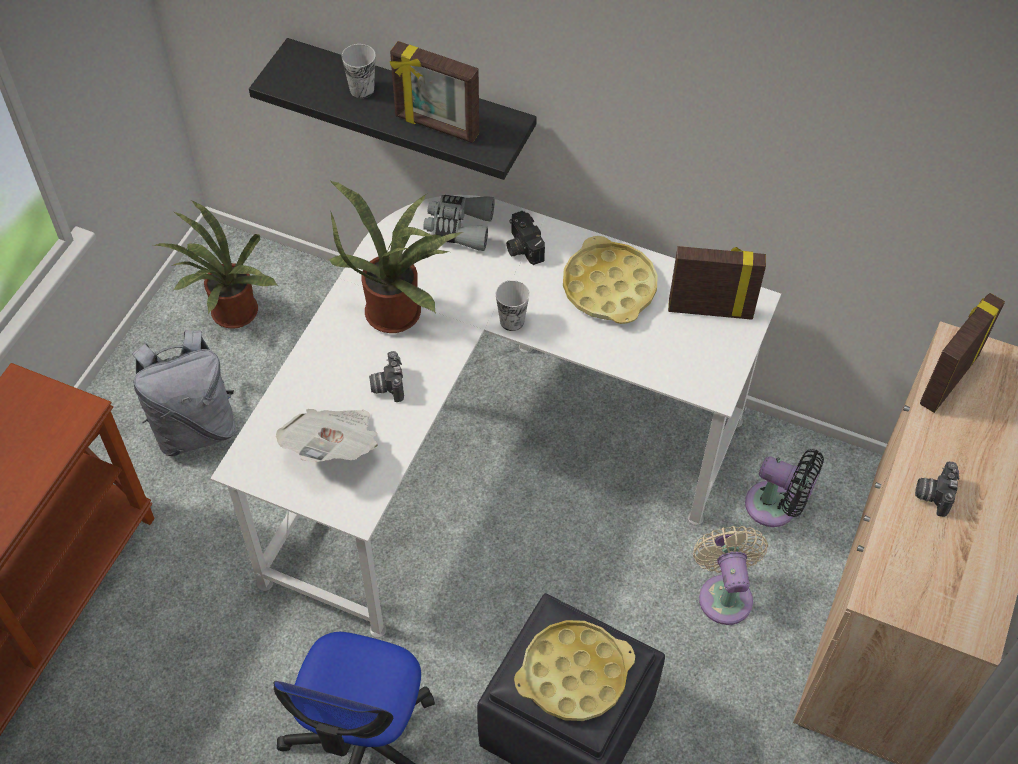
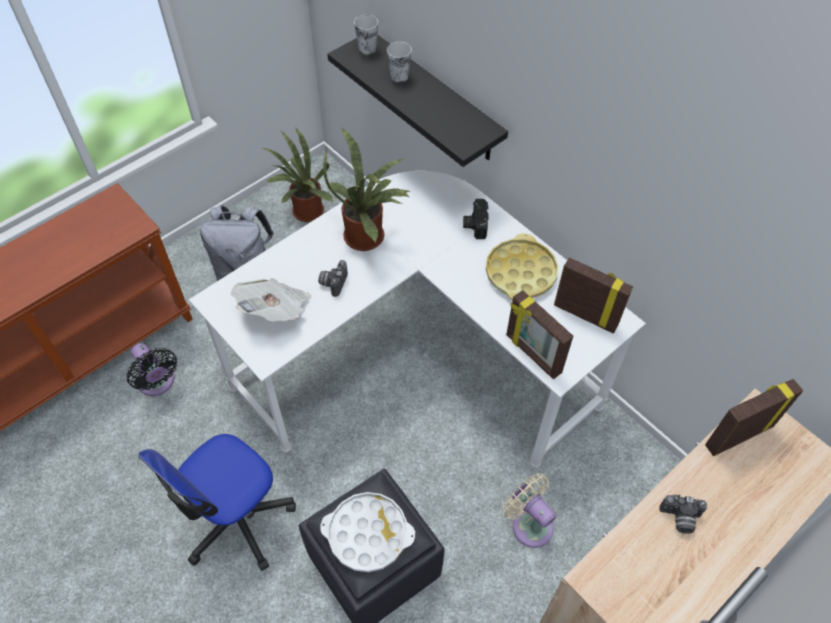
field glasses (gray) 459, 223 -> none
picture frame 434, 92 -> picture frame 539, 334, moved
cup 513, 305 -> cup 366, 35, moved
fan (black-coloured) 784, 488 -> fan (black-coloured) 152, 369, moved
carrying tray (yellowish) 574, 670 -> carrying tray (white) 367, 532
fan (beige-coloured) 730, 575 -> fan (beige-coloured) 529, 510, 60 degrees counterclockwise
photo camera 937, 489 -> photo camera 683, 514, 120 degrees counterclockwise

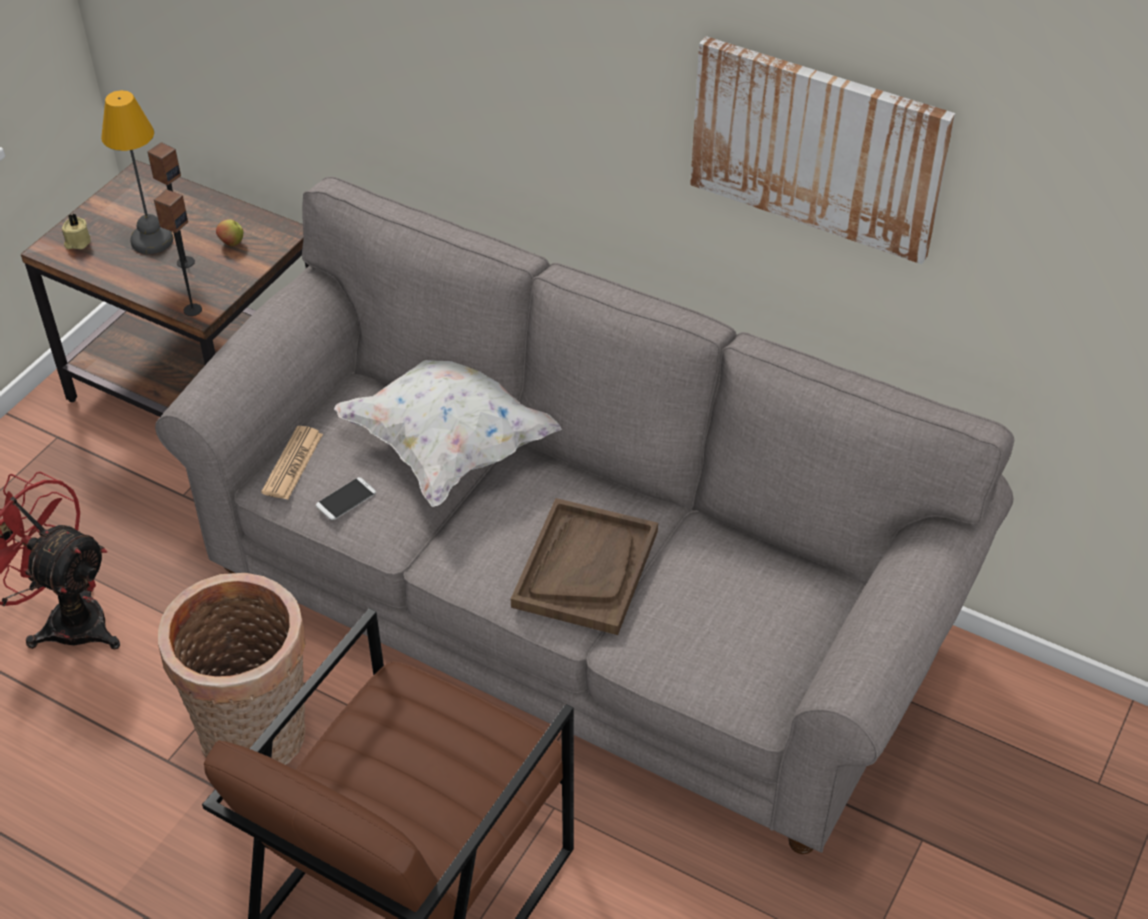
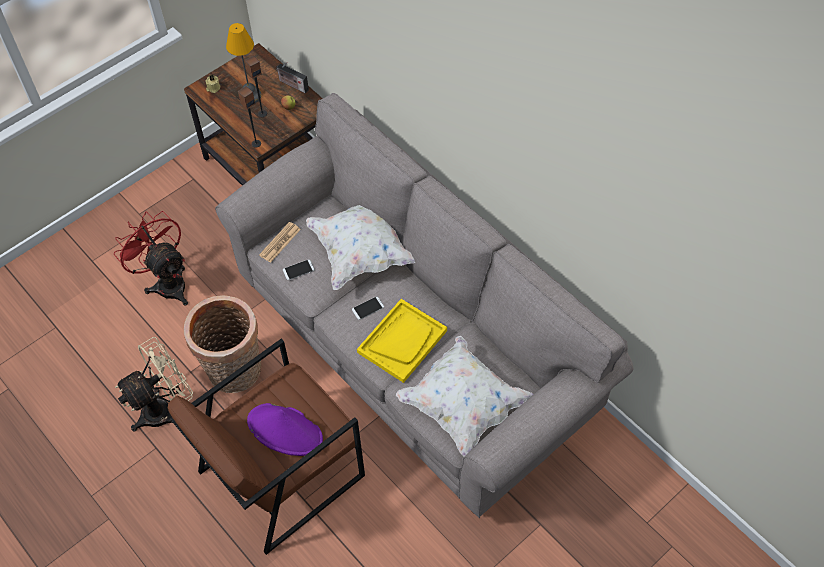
wall picture 822, 150 -> none
none -> fan (beige-coloured) 154, 384
none -> hat (purple) 285, 429
none -> radio receiver 292, 77
none -> handset 368, 308
none -> cushion (white) 465, 396
carrying tray (brown-coloured) 584, 566 -> carrying tray (yellowish) 402, 341

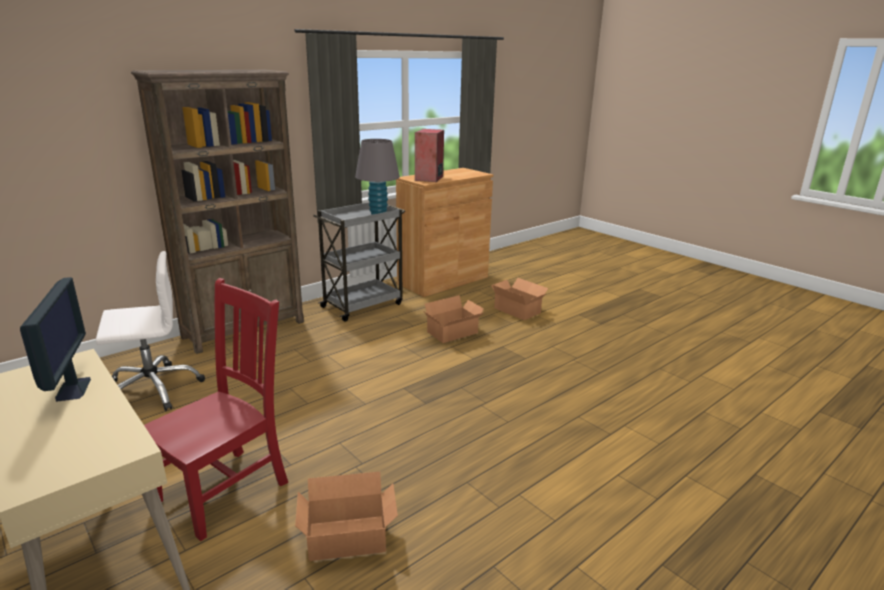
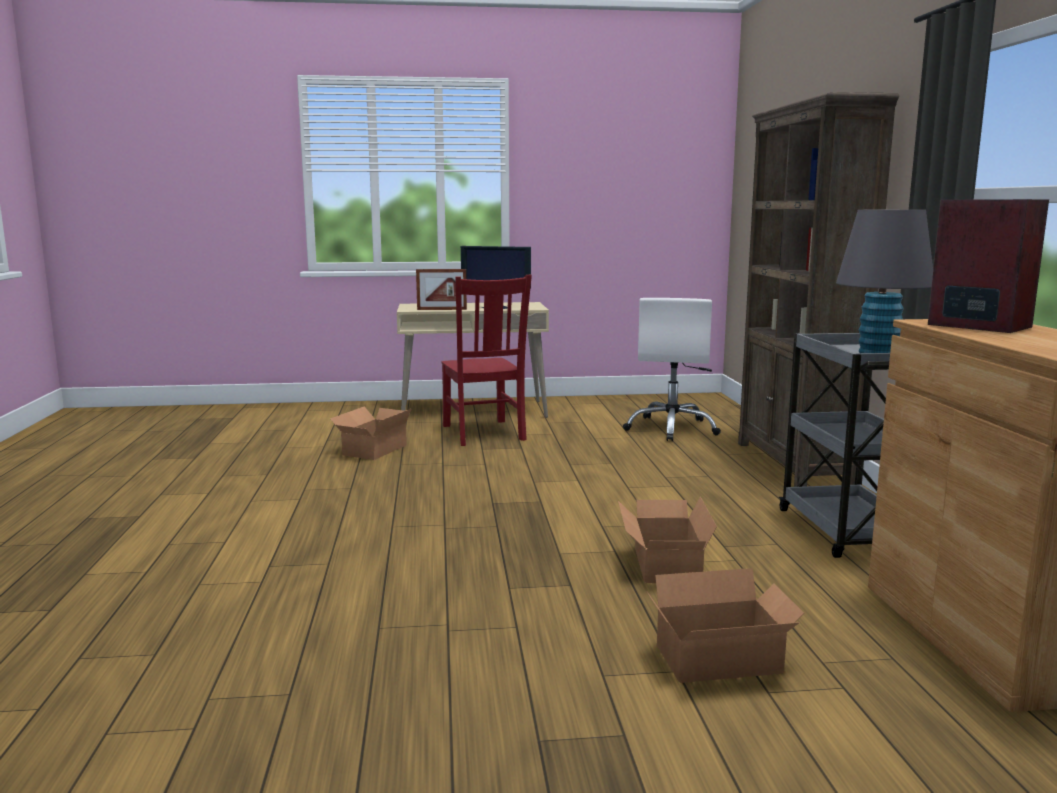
none -> picture frame 441, 289

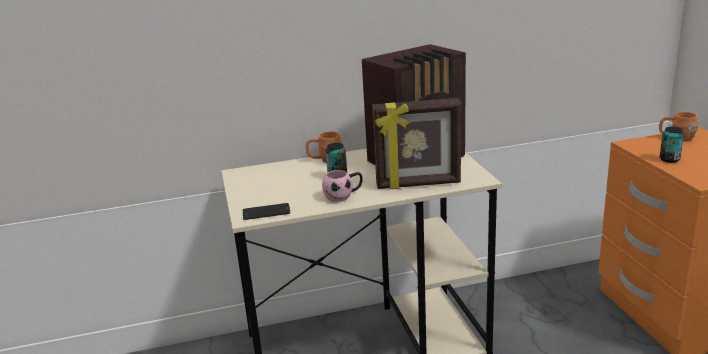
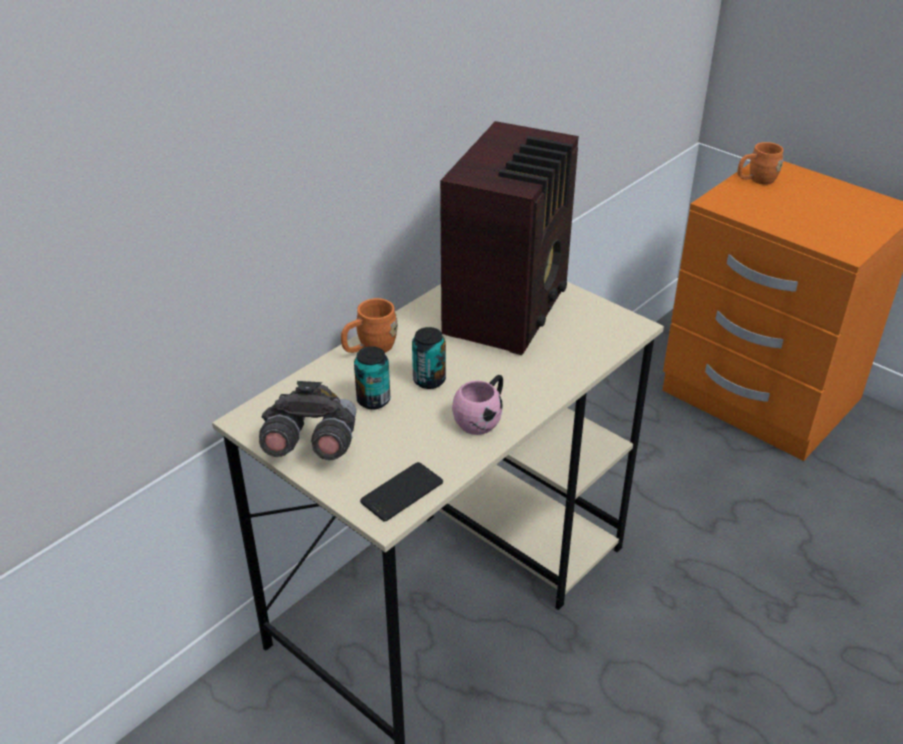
picture frame 416, 143 -> none
none -> field glasses (gray) 307, 421
can 672, 144 -> can 372, 377, moved

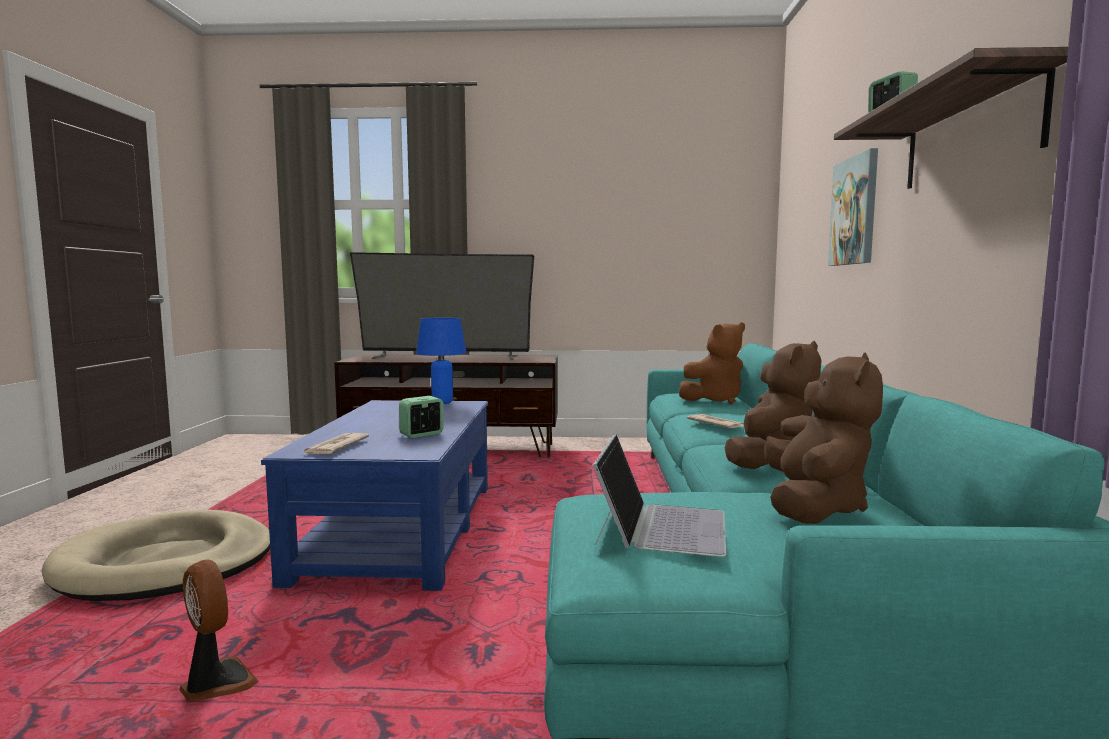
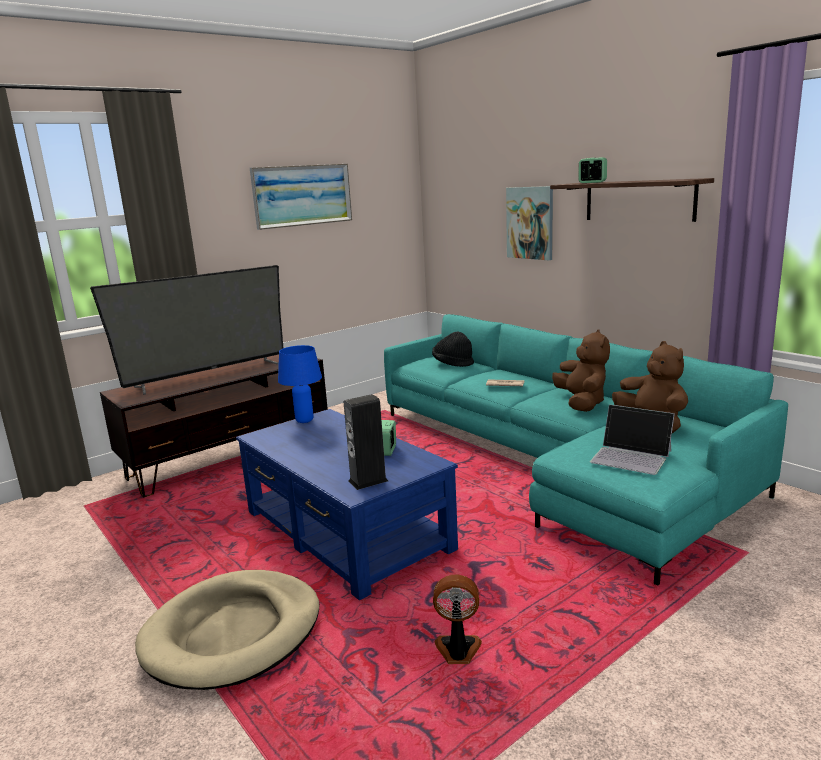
none -> wall picture 301, 197
daily paper 336, 444 -> audio speaker 366, 442
soft toy (brown-coloured) 712, 363 -> hat (black-coloured) 453, 349
laptop 660, 495 -> laptop 632, 439, 150 degrees clockwise

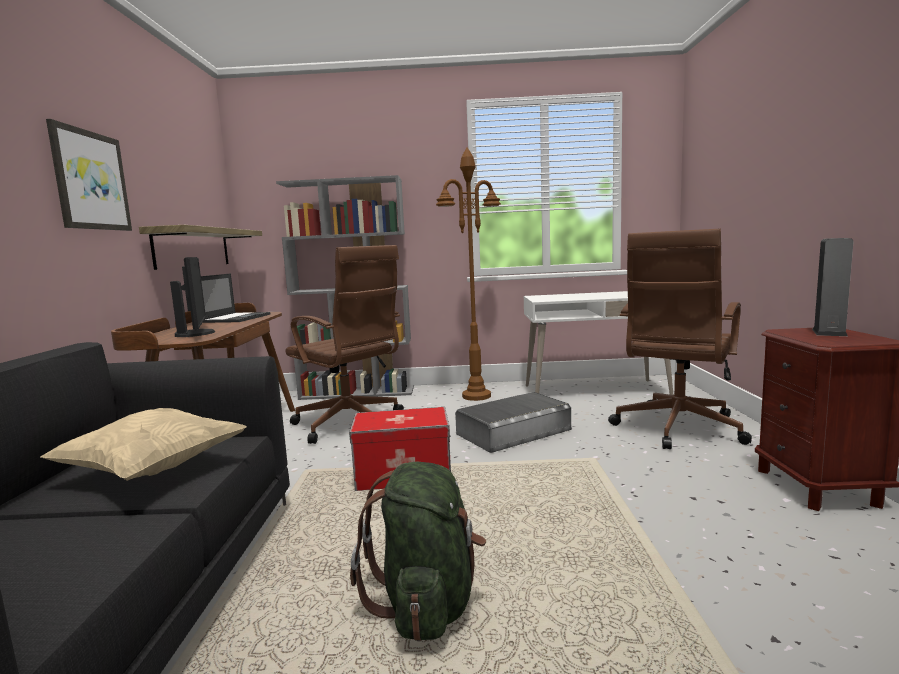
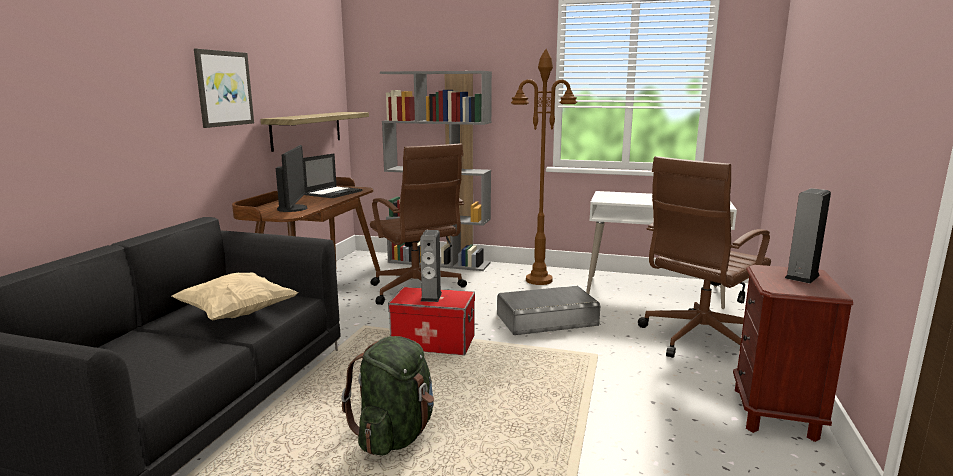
none -> audio speaker 431, 266

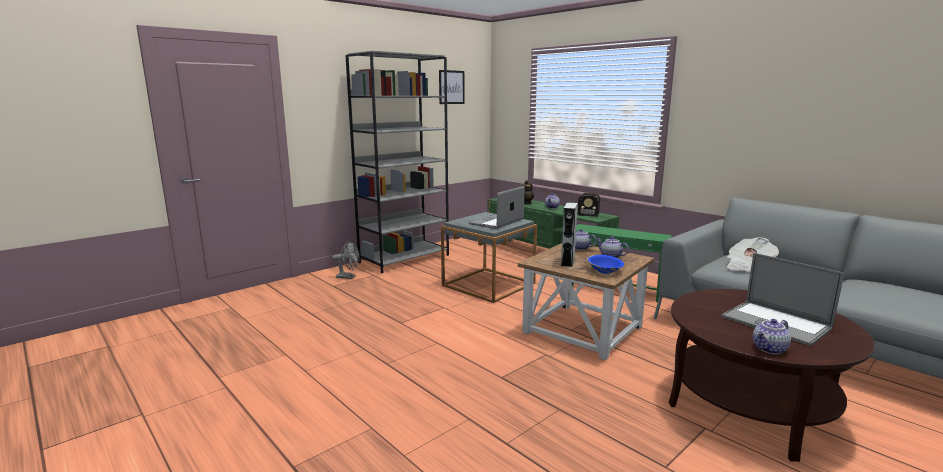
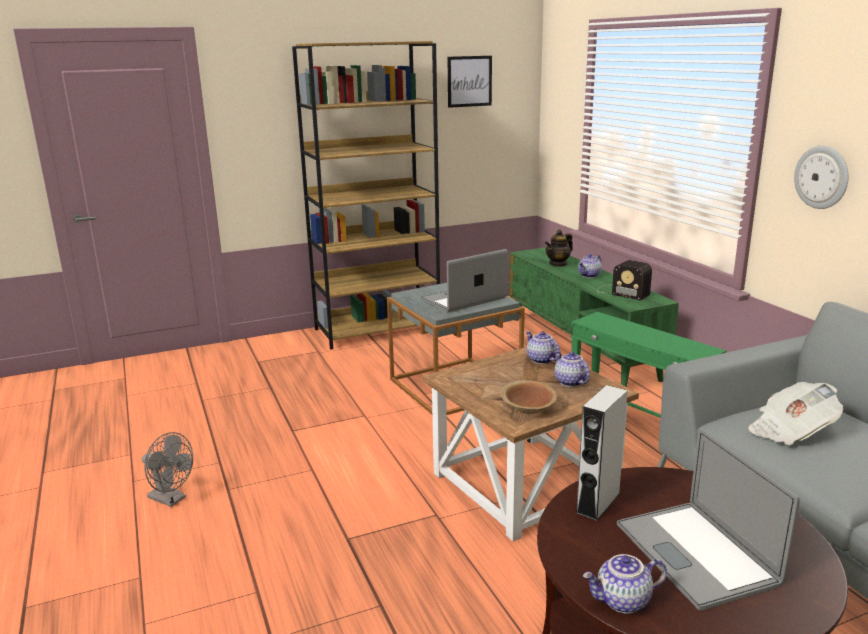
none -> hanging clock 821, 177
fan (gray) 345, 260 -> fan (gray) 167, 469, moved
audio speaker (gray) 569, 234 -> audio speaker (gray) 602, 453, moved
shelving unit (gray) 397, 162 -> shelving unit (brown-coloured) 366, 195
deep dish (blue) 605, 264 -> deep dish (brown-coloured) 529, 397

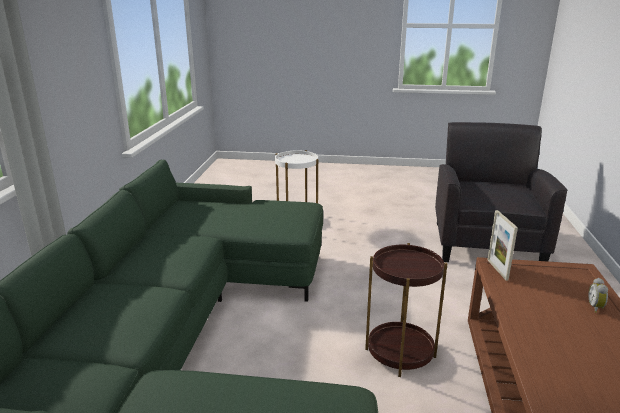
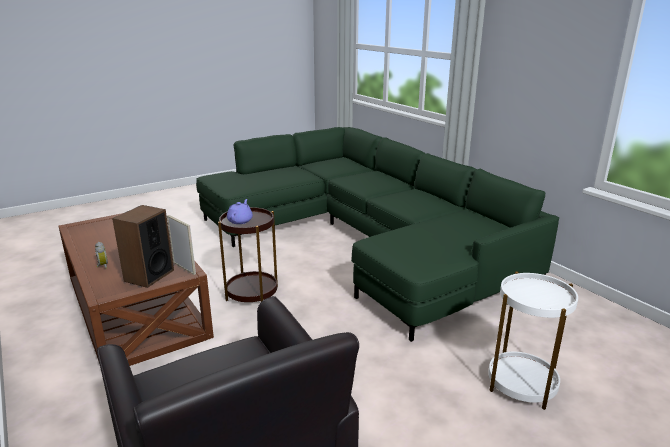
none -> audio speaker 143, 246
none -> tea pot (purple) 240, 211

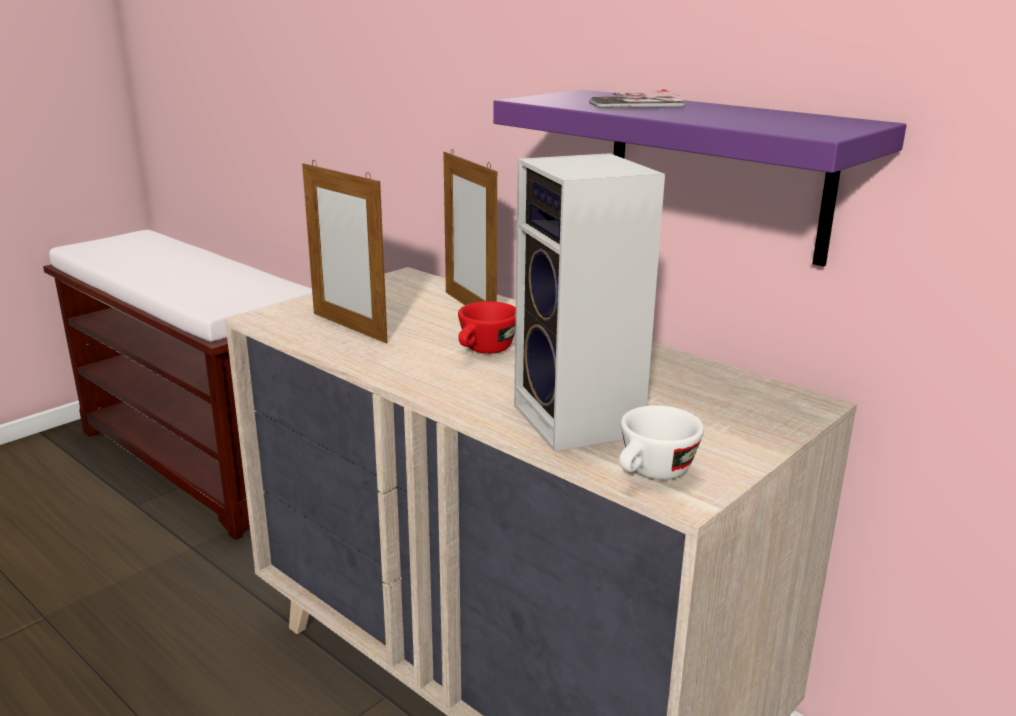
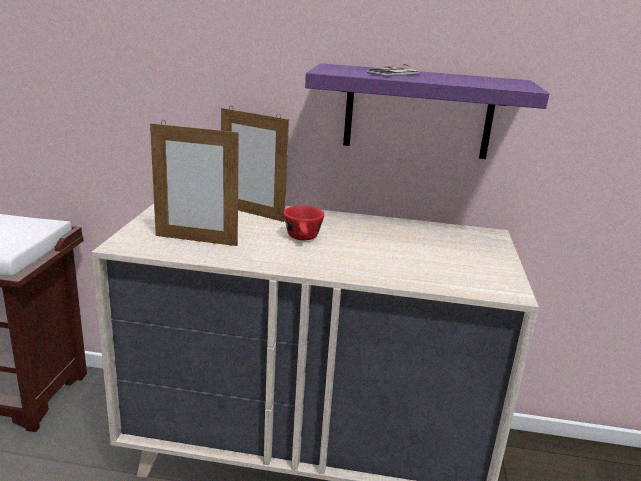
audio speaker 589, 302 -> none
cup (white) 661, 442 -> none

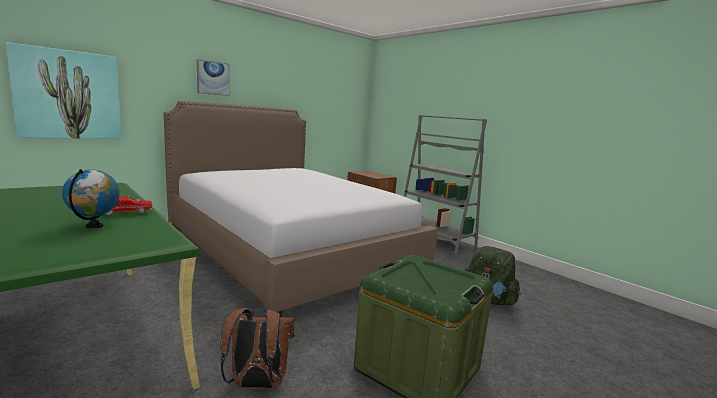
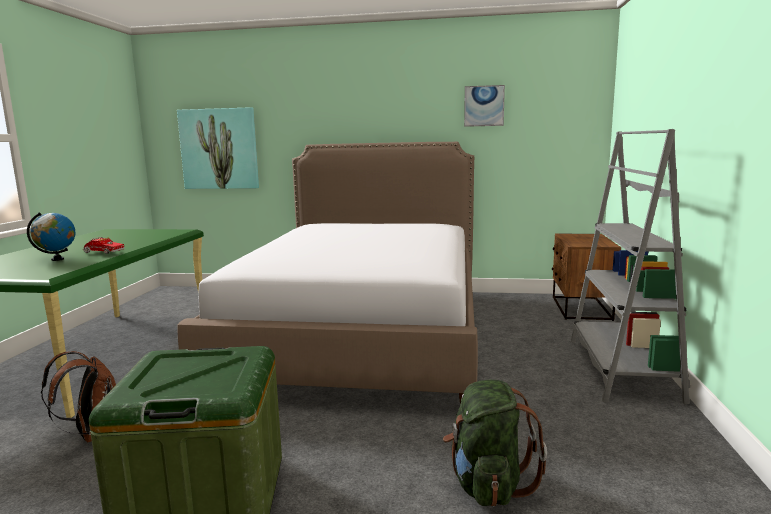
wall picture 213, 77 -> wall picture 484, 106, moved

